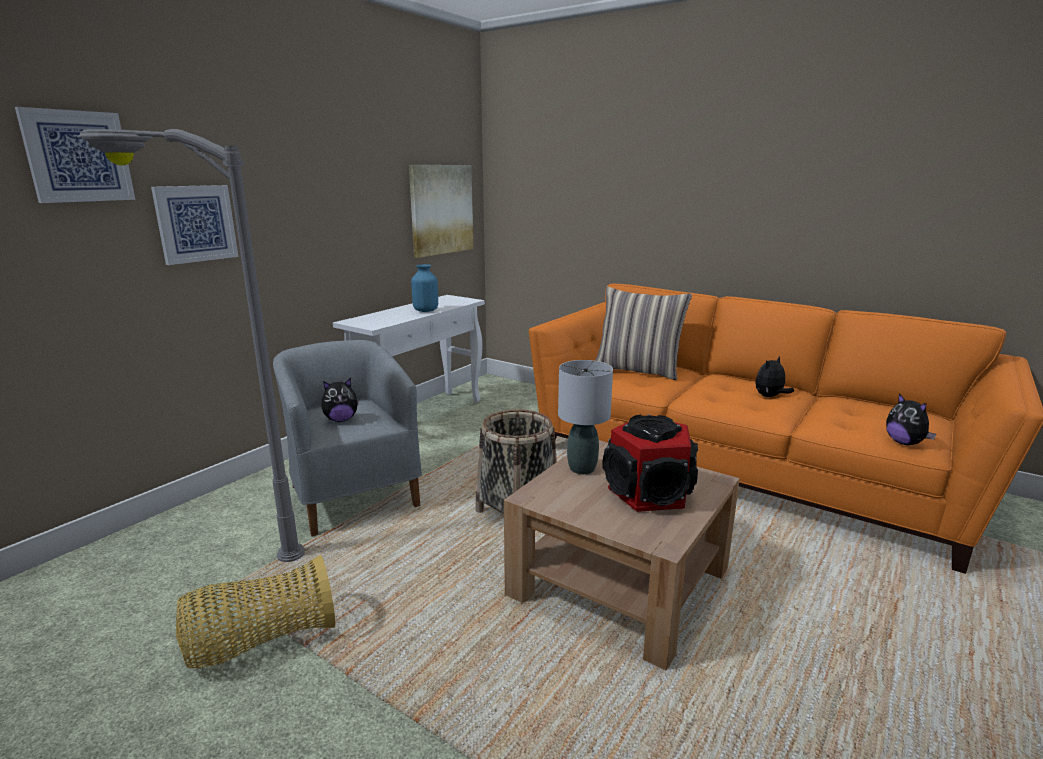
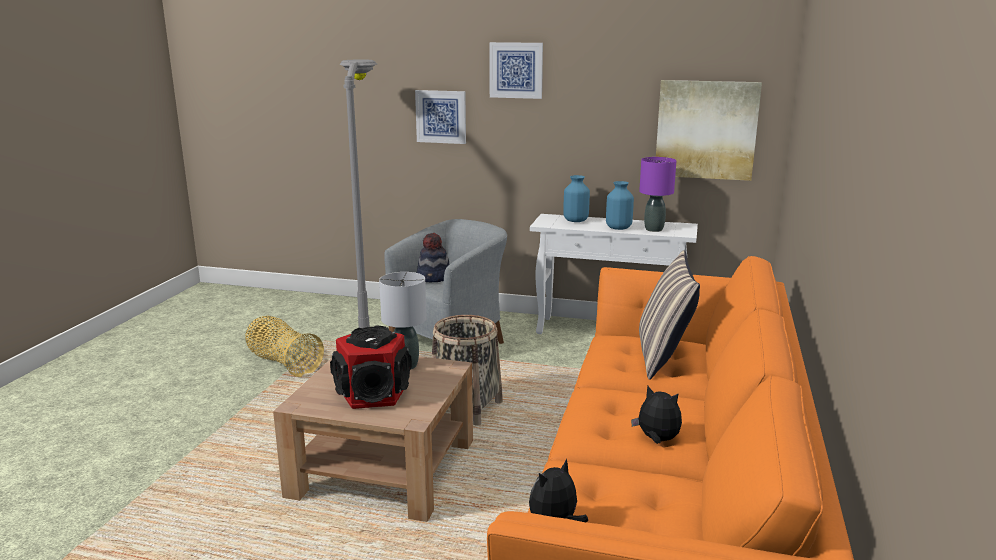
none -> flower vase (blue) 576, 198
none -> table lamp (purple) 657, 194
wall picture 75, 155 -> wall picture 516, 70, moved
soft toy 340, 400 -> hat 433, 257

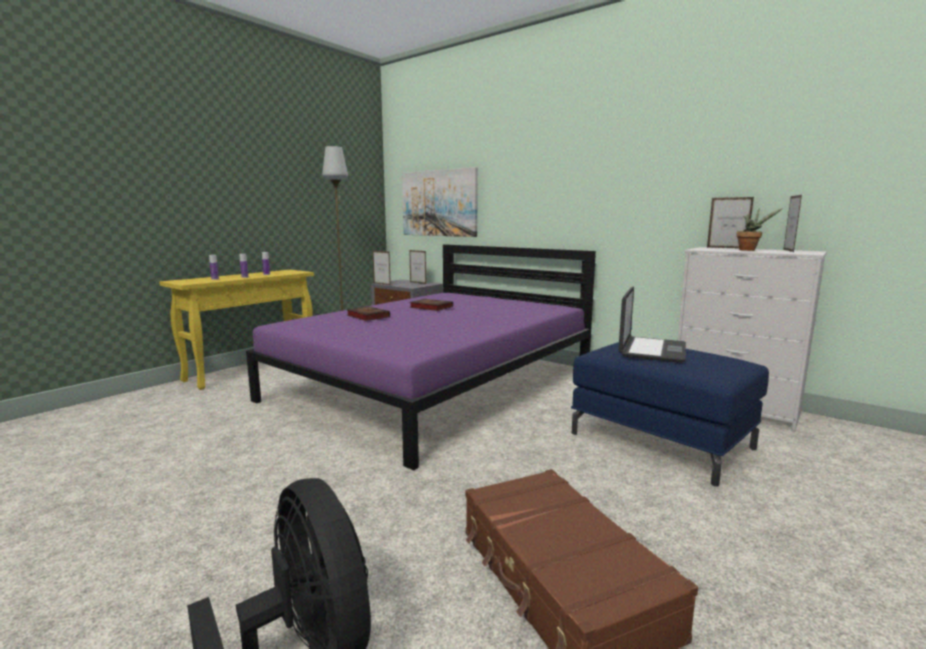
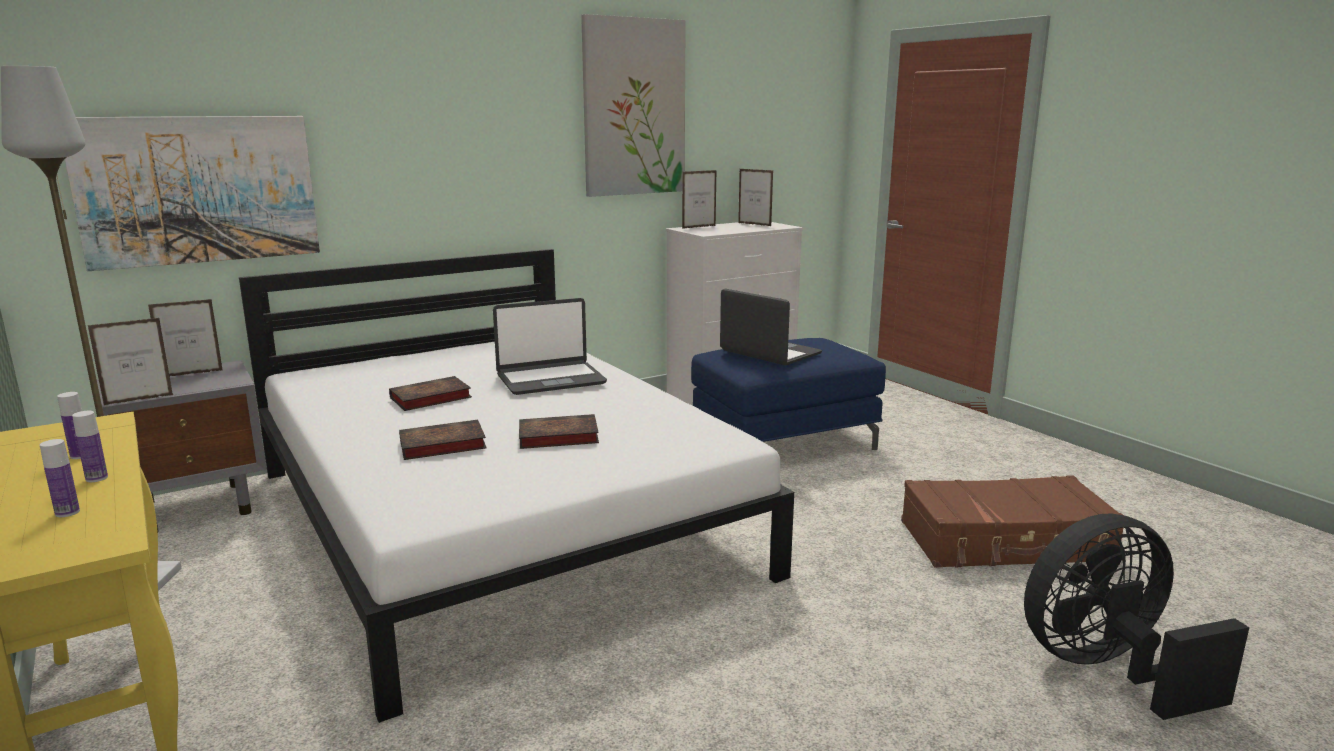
houseplant 759, 229 -> none
none -> laptop 550, 346
none -> book 559, 431
none -> wall picture 633, 105
bed (purple) 421, 357 -> bed (white) 516, 486

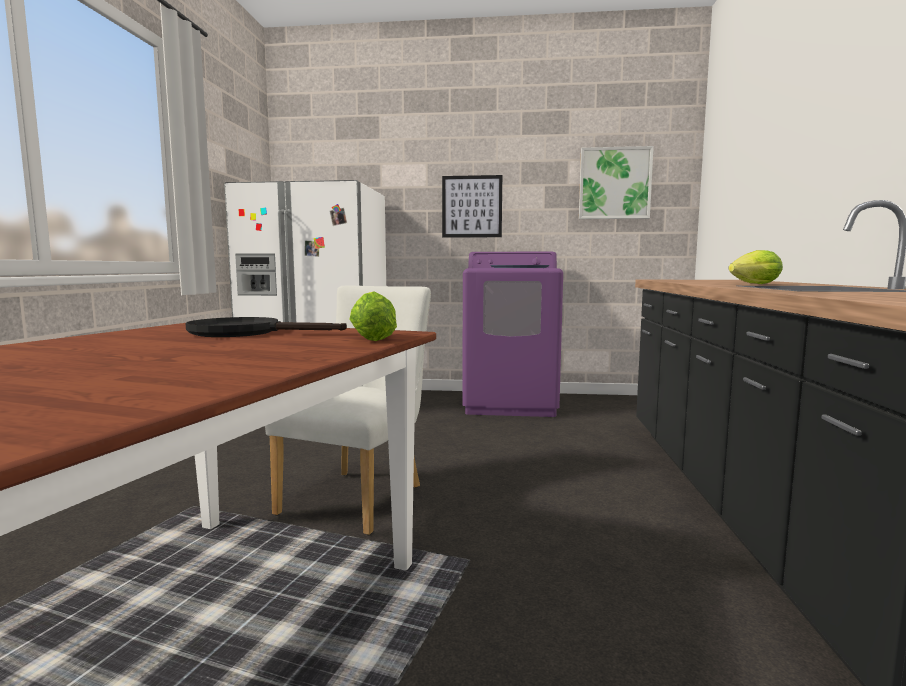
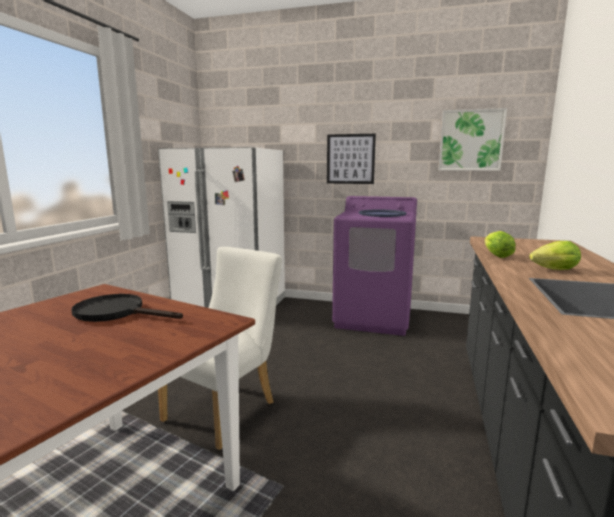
lettuce head 373, 316 -> lettuce head 500, 244, moved

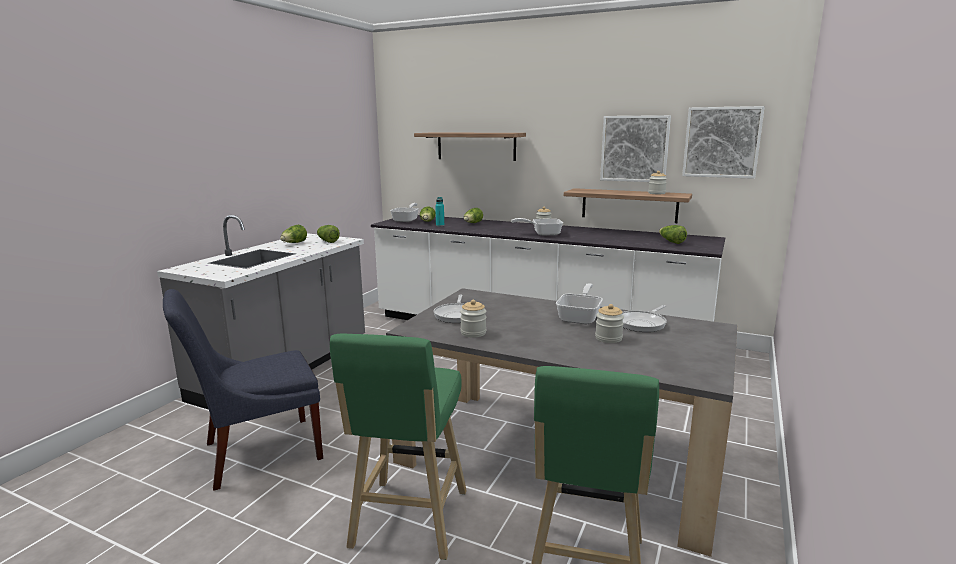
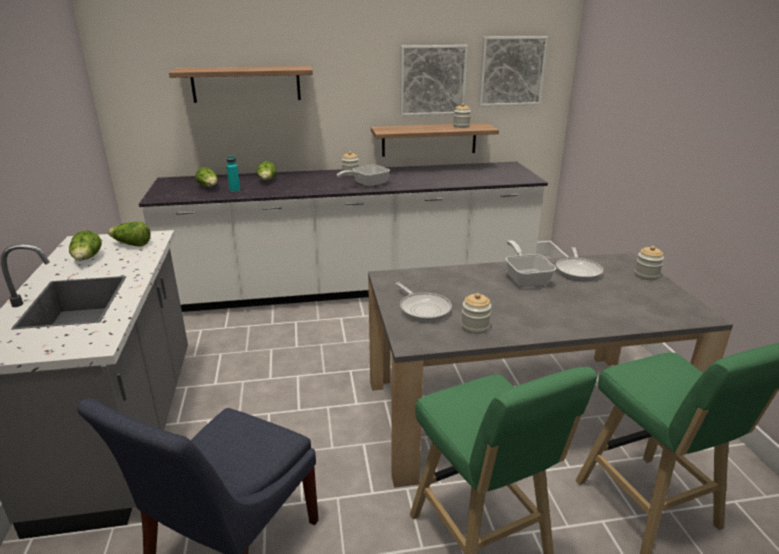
skillet 404, 212 -> none
lettuce head 673, 234 -> none
jar 609, 323 -> jar 649, 263, moved

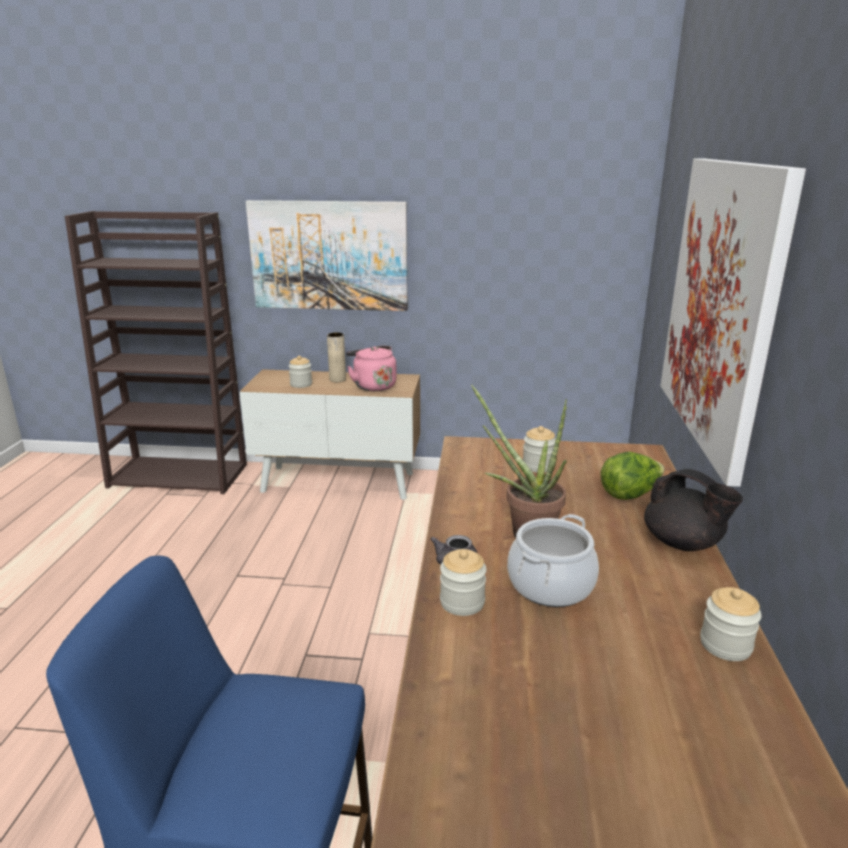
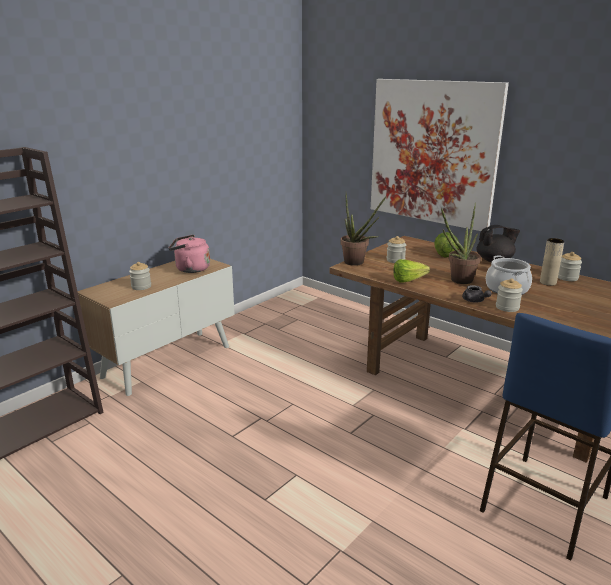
wall picture 327, 255 -> none
none -> houseplant 364, 230
none -> lettuce head 411, 270
flower vase (beige-coloured) 336, 357 -> flower vase (beige-coloured) 552, 262, moved

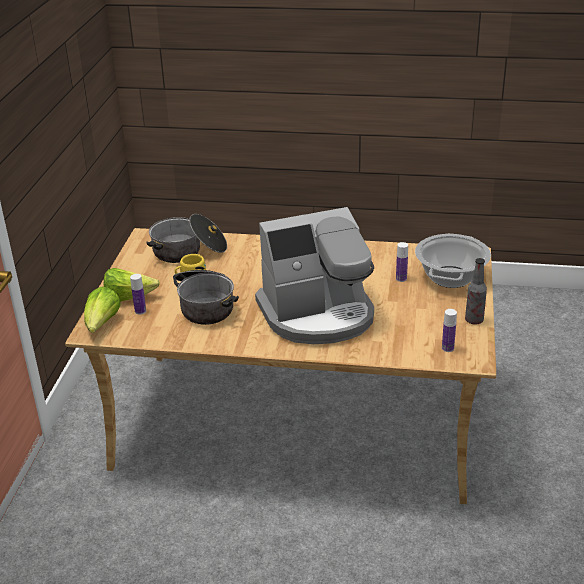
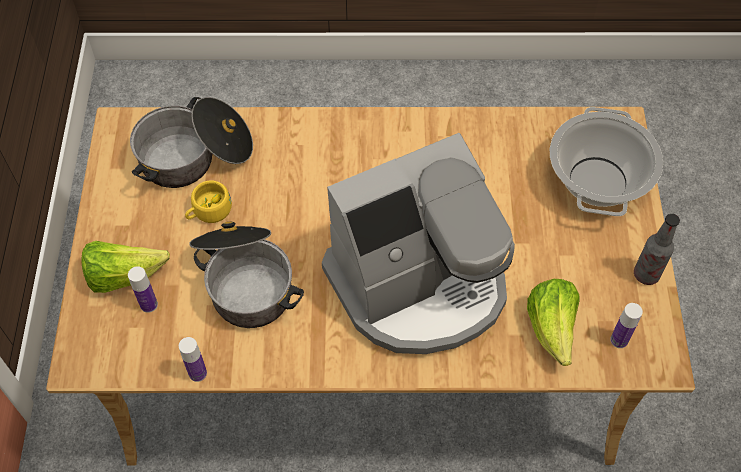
lettuce head 102, 309 -> lettuce head 553, 322, moved
beverage bottle 402, 262 -> beverage bottle 193, 359, moved

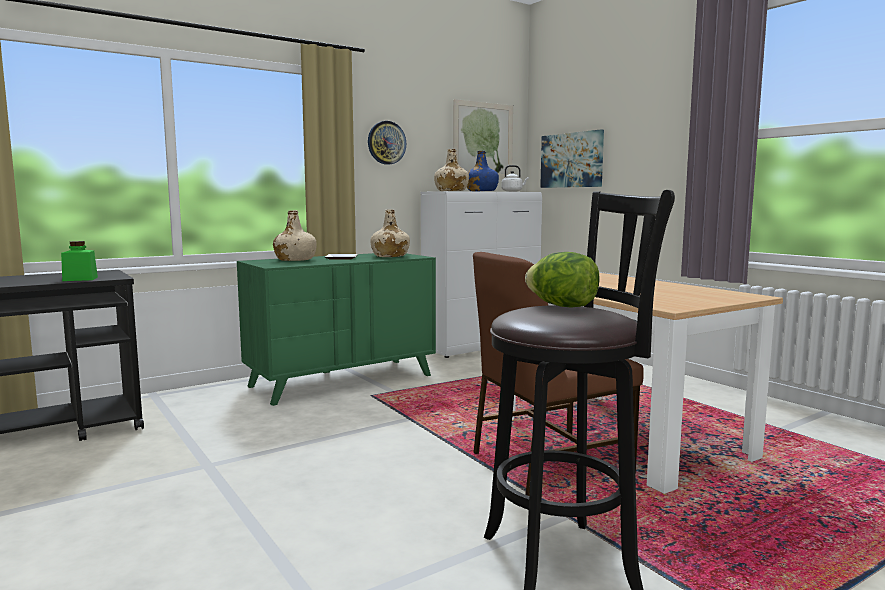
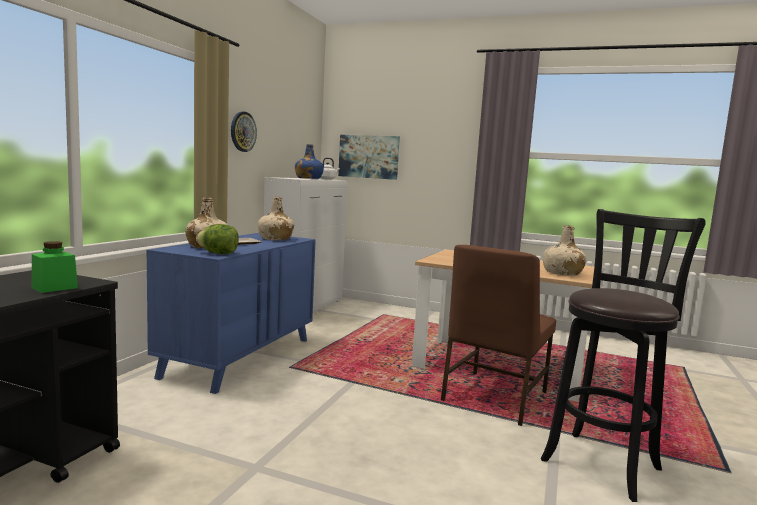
wall picture 483, 139 -> none
beverage bottle (beige-coloured) 451, 170 -> beverage bottle (beige-coloured) 564, 250, moved
lettuce head 562, 279 -> lettuce head 217, 239, moved
dresser (green-coloured) 336, 329 -> dresser (blue) 231, 313

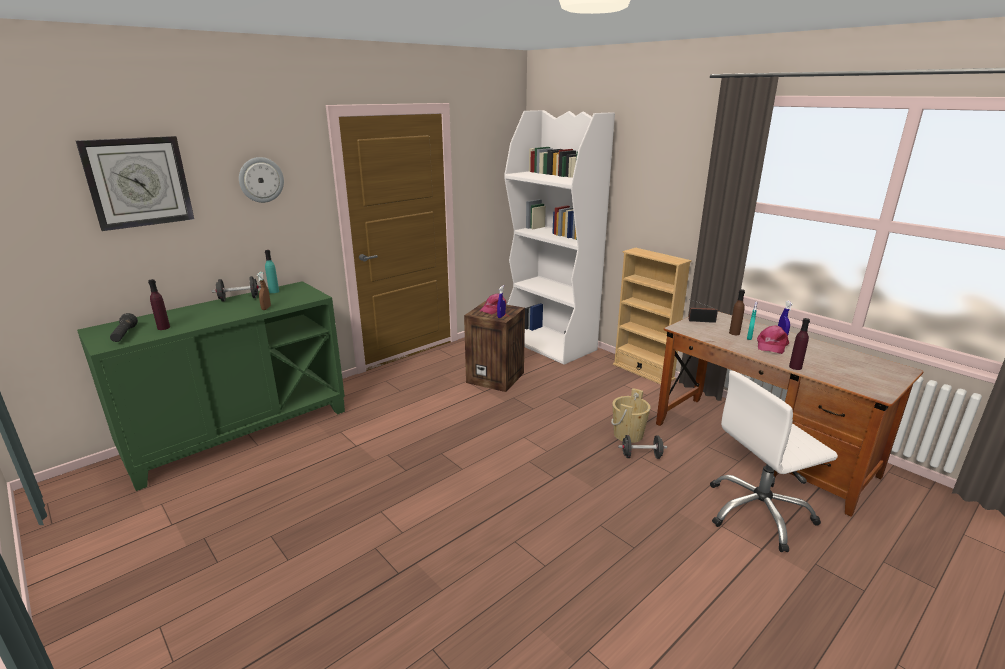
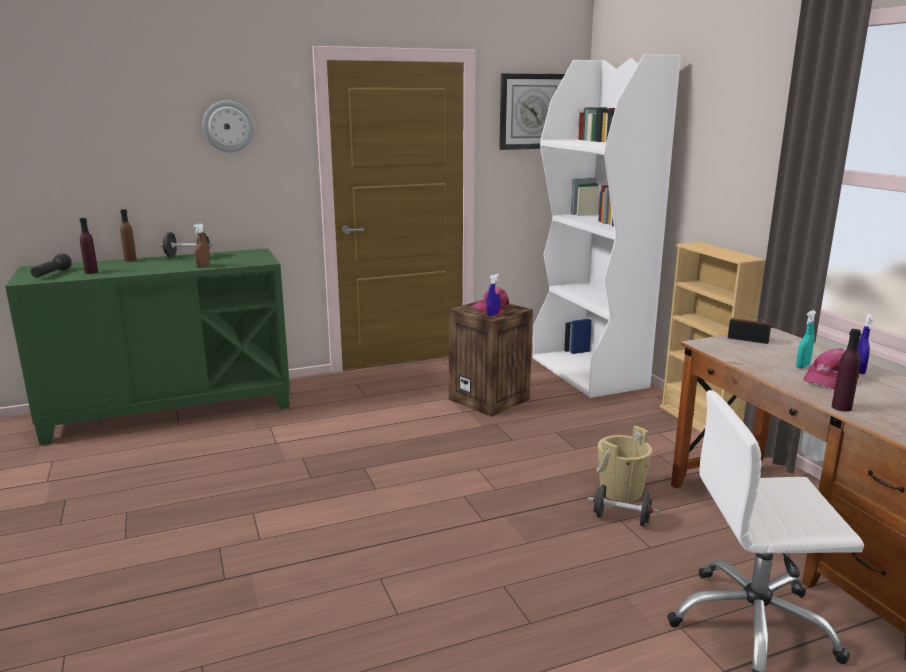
beverage bottle (turquoise-coloured) 272, 271 -> none
hanging clock 135, 183 -> hanging clock 532, 111, moved
beverage bottle (brown-coloured) 737, 312 -> beverage bottle (brown-coloured) 128, 235, moved

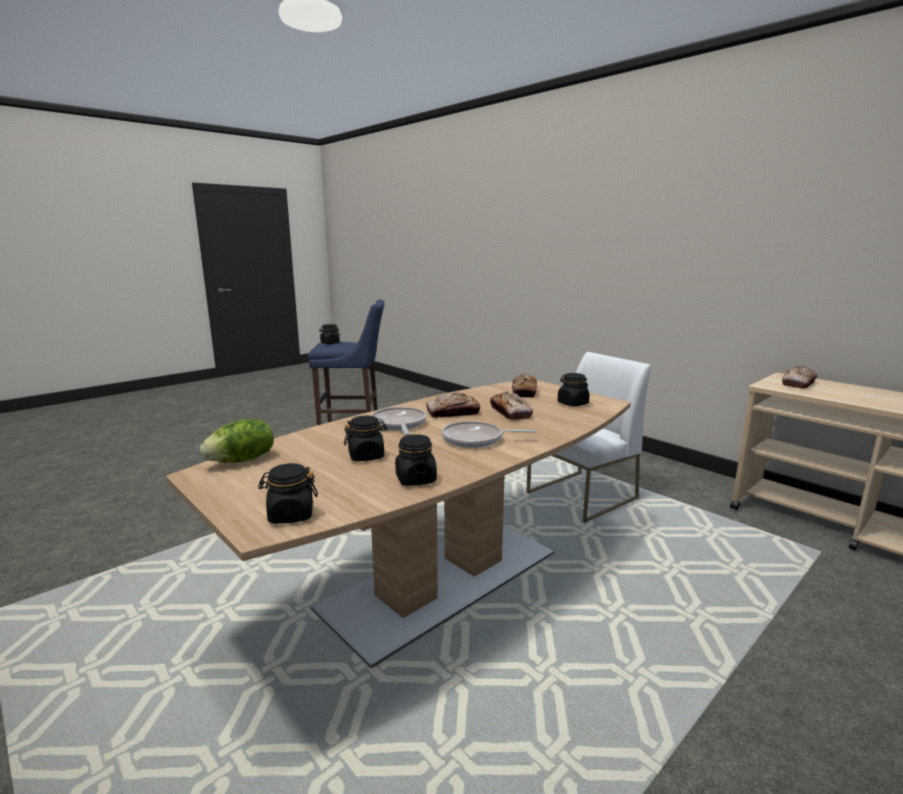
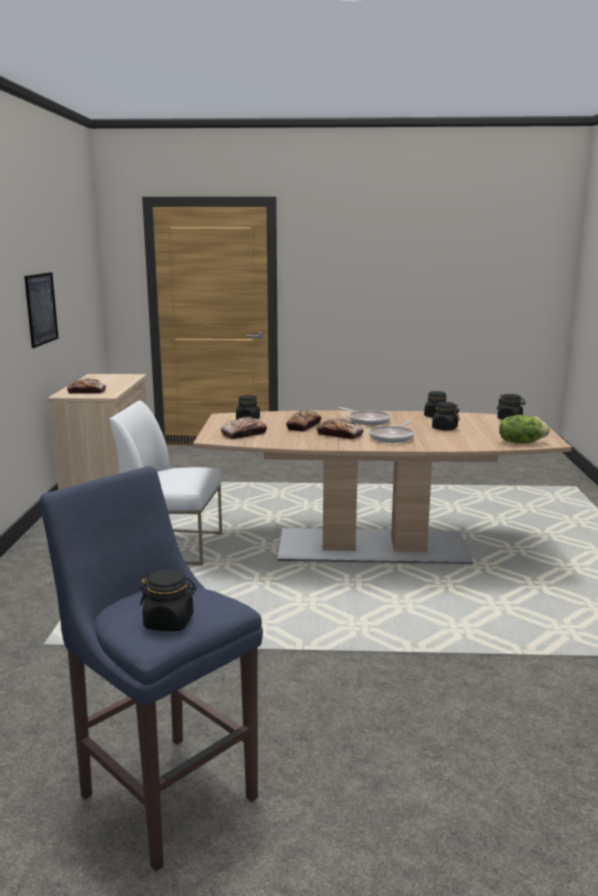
none -> wall picture 41, 310

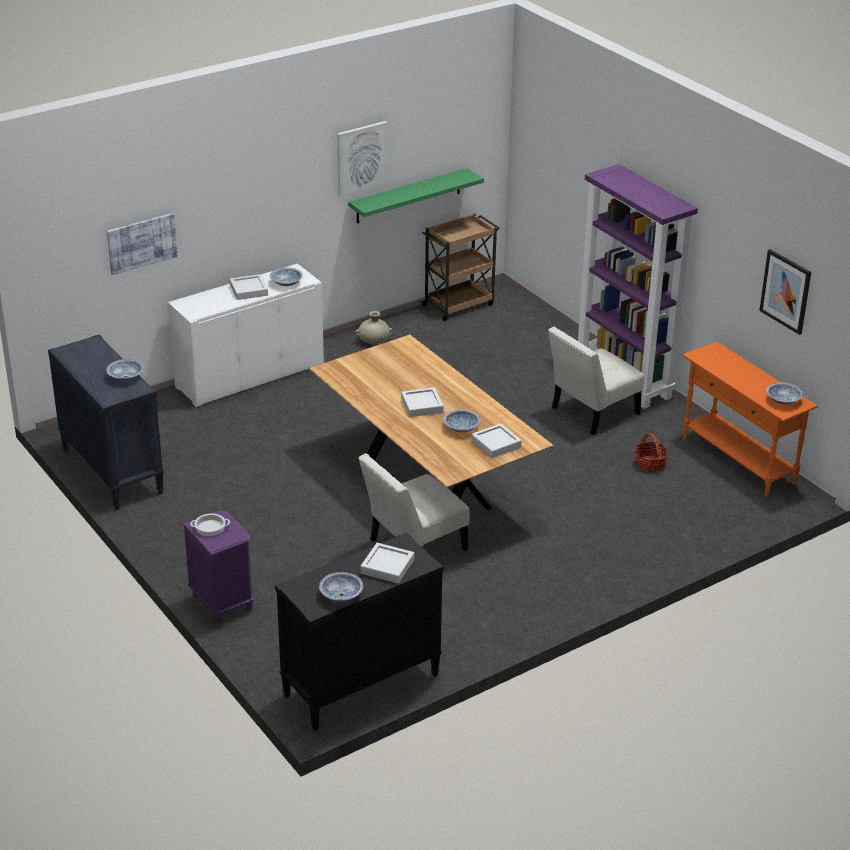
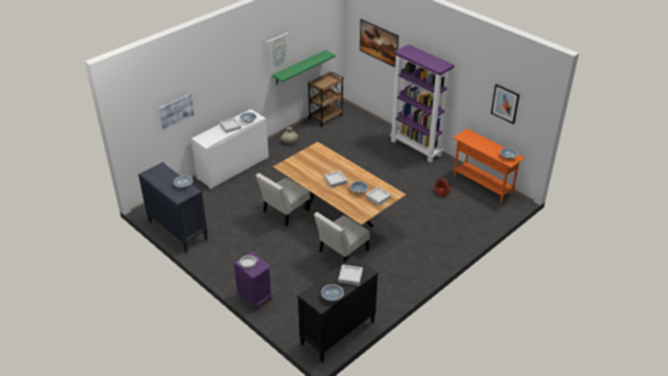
none -> wall picture 379, 43
plain chair (white) 596, 380 -> plain chair (white) 283, 200, moved

